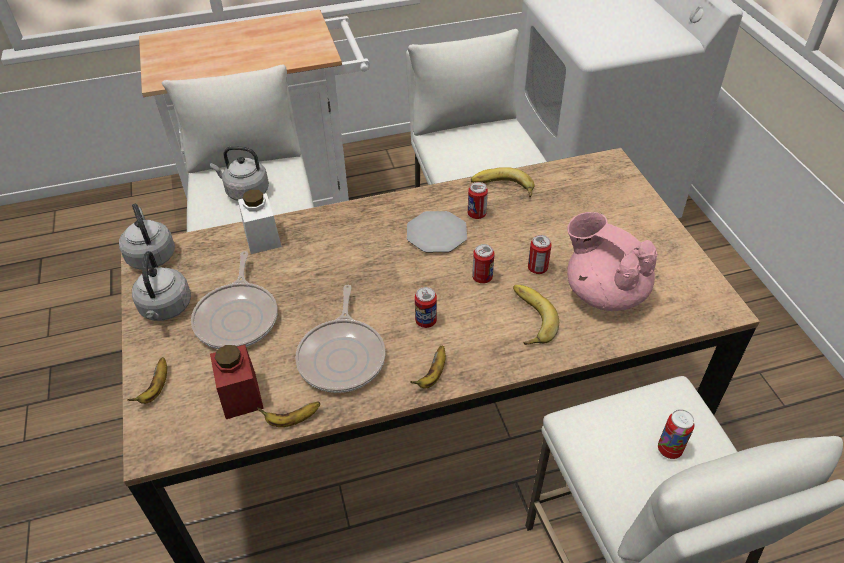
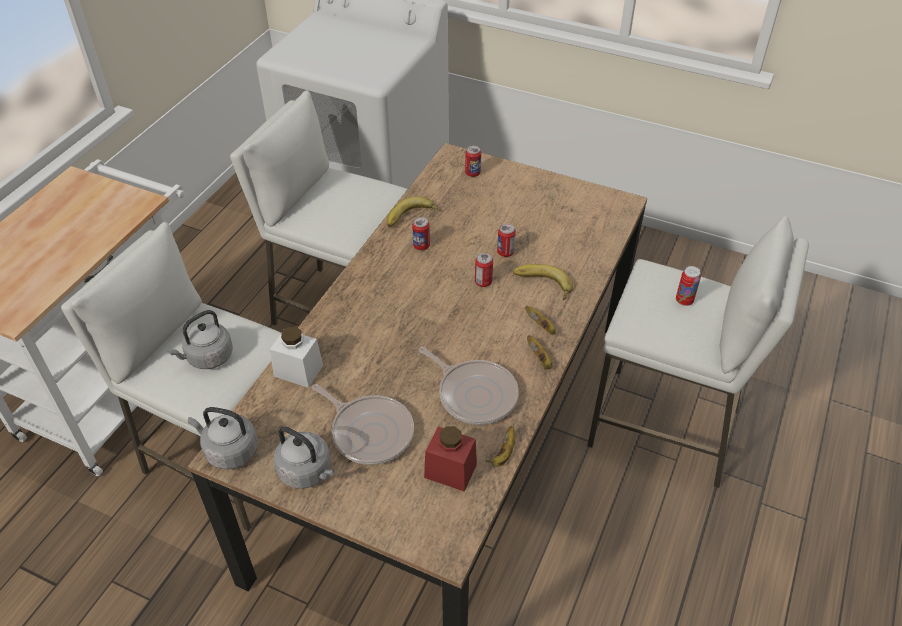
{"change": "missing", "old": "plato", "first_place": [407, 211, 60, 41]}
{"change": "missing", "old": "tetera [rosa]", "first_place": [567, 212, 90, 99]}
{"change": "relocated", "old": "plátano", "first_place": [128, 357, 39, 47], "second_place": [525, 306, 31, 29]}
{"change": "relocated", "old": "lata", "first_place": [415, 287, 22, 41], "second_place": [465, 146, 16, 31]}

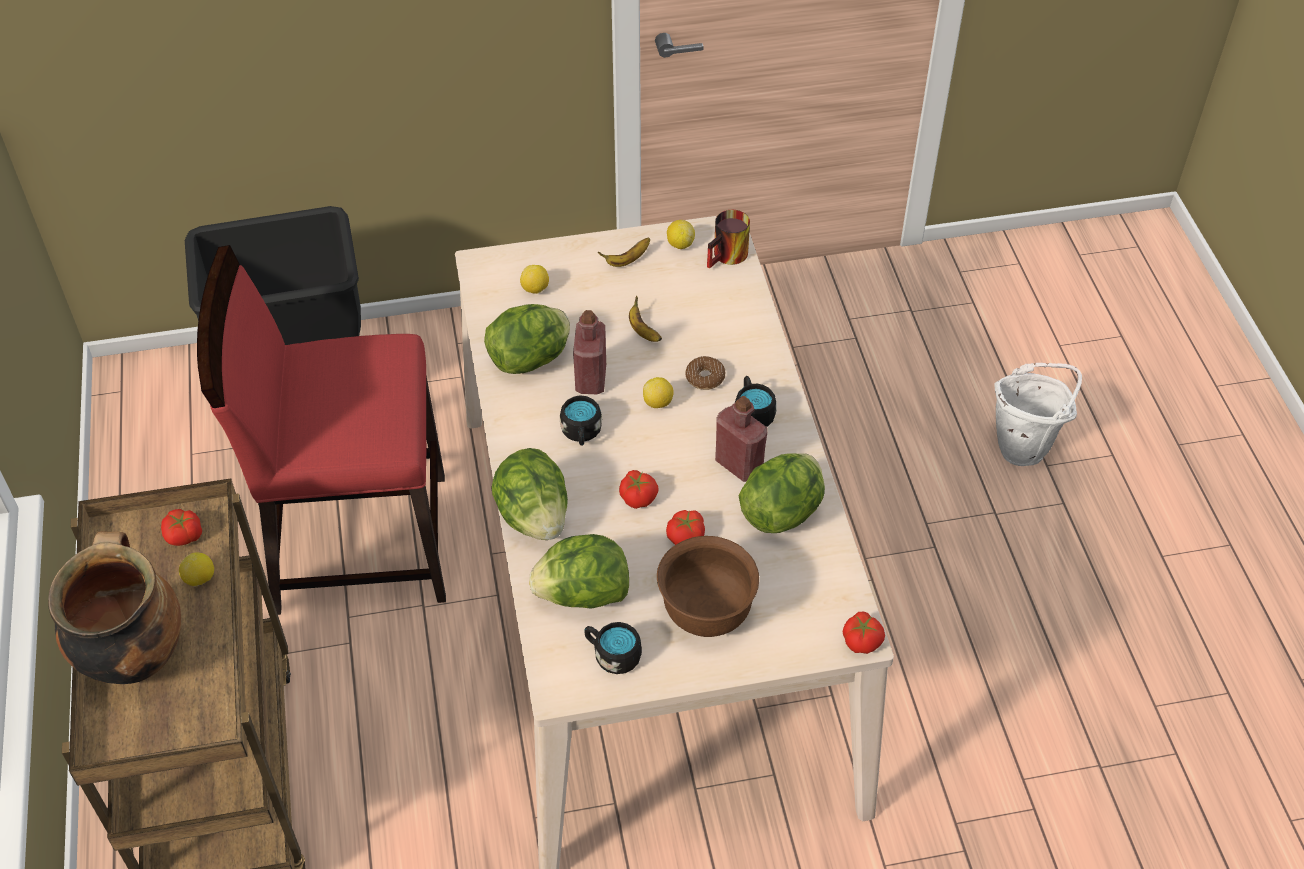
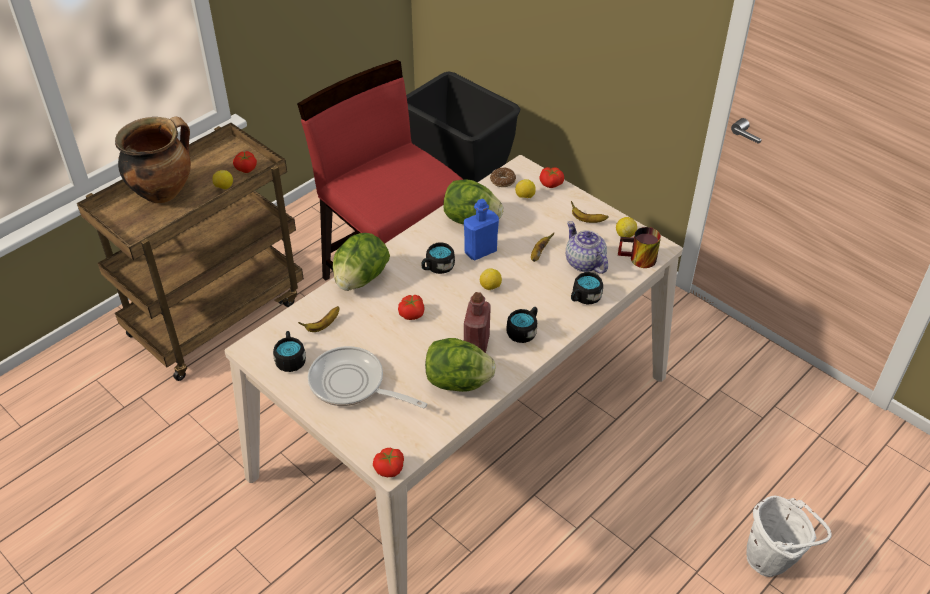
{"change": "appeared", "new": "tetera", "second_place": [566, 221, 42, 53]}
{"change": "appeared", "new": "taza grande [negro]", "second_place": [571, 272, 32, 33]}
{"change": "relocated", "old": "tomate", "first_place": [666, 510, 39, 35], "second_place": [539, 167, 25, 21]}
{"change": "relocated", "old": "rosquilla", "first_place": [685, 356, 40, 34], "second_place": [490, 168, 26, 19]}
{"change": "exchanged", "old": "lechuga", "new": "plátano", "first_place": [529, 534, 100, 75], "second_place": [298, 306, 42, 26]}
{"change": "exchanged", "old": "cuenco [marrón]", "new": "sartén", "first_place": [657, 536, 102, 101], "second_place": [308, 346, 120, 62]}
{"change": "colour", "old": "botella [rojo]", "new": "botella [azul]", "first_place": [573, 310, 33, 84], "second_place": [464, 199, 35, 61]}

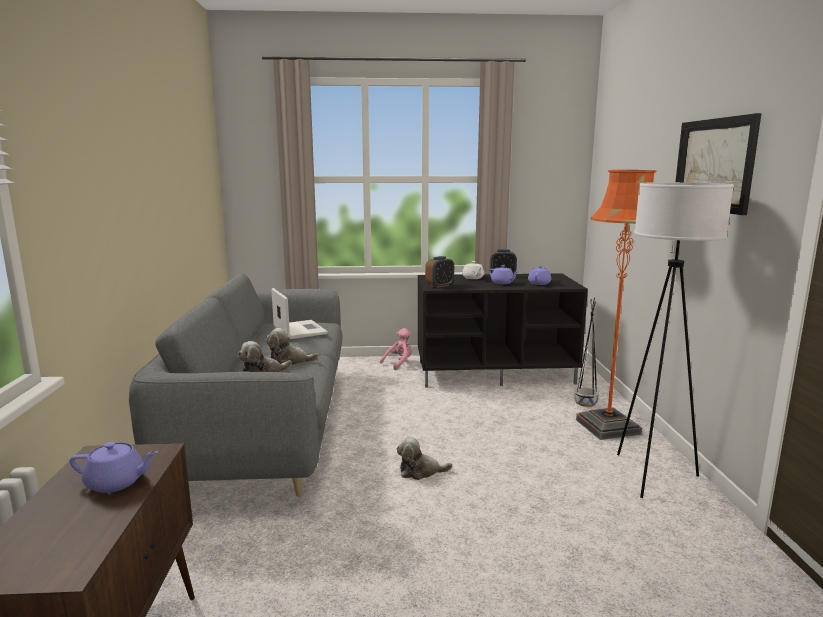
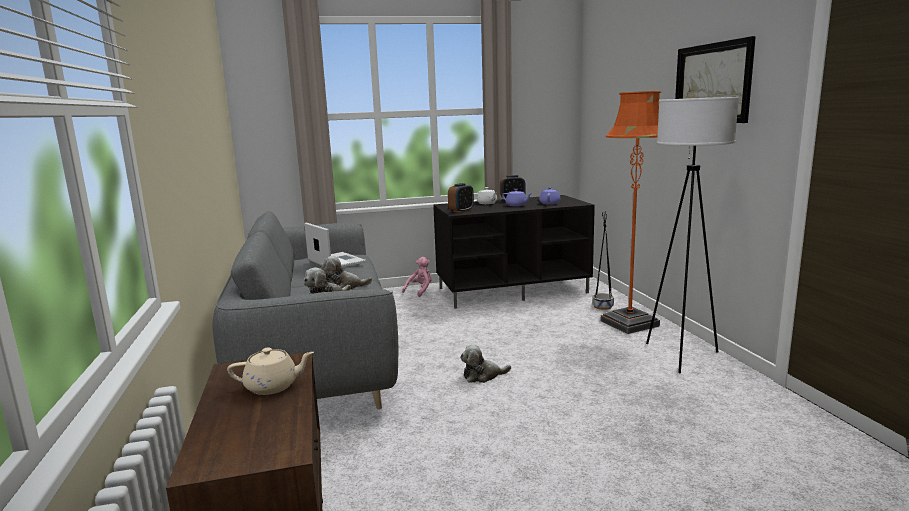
{"change": "colour", "old": "tetera [morado]", "new": "tetera [beis]", "first_place": [70, 442, 88, 51], "second_place": [227, 348, 87, 47]}

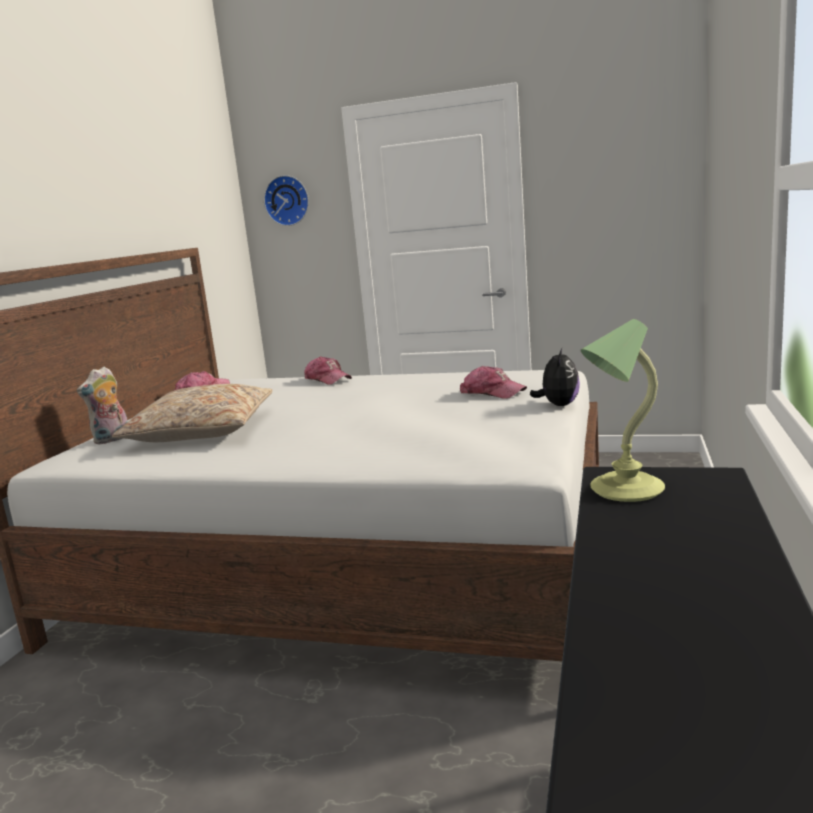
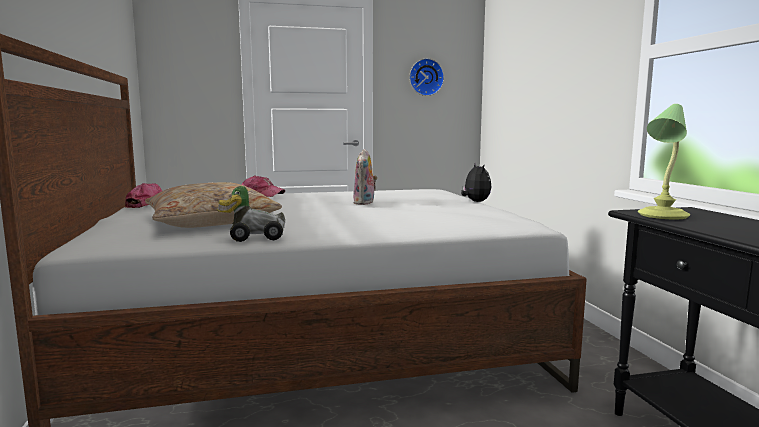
{"change": "missing", "old": "gorra", "first_place": [460, 366, 67, 33]}
{"change": "appeared", "new": "coche de juguete", "second_place": [217, 186, 68, 56]}
{"change": "relocated", "old": "peluche", "first_place": [76, 366, 52, 78], "second_place": [353, 149, 24, 56]}
{"change": "relocated", "old": "reloj de pared", "first_place": [264, 175, 45, 51], "second_place": [409, 58, 35, 38]}

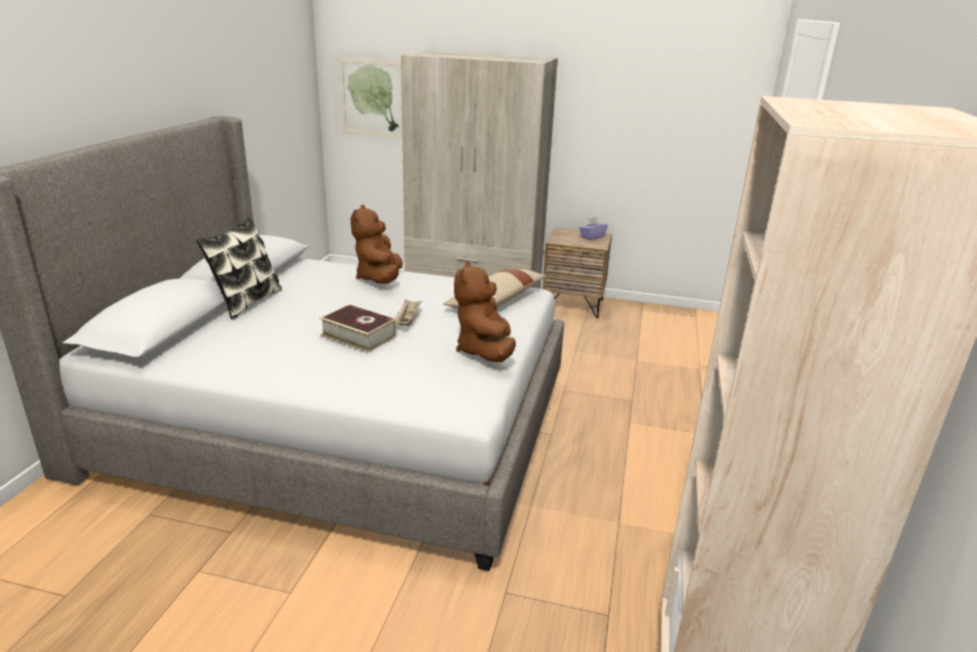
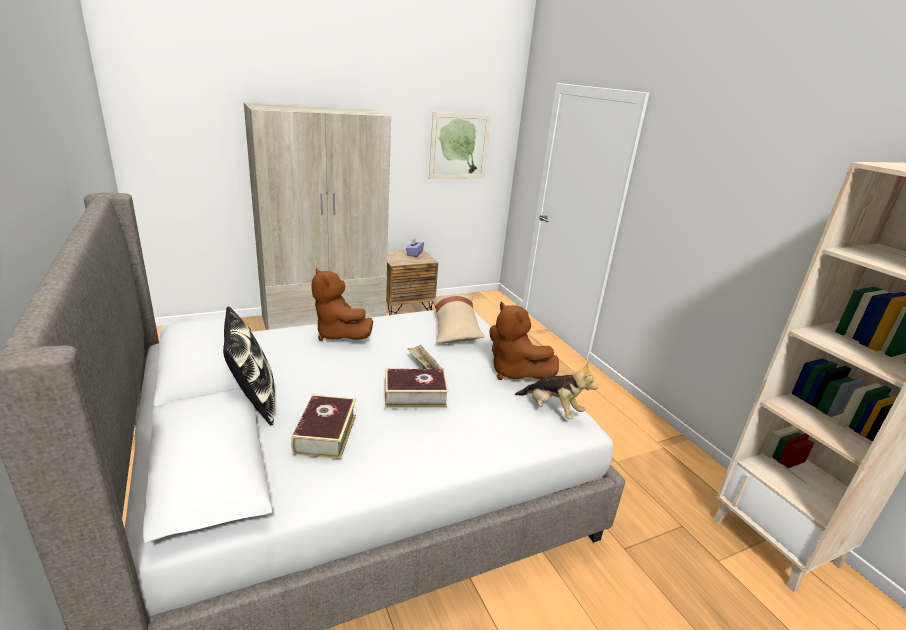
{"change": "appeared", "new": "libro", "second_place": [291, 395, 65, 64]}
{"change": "appeared", "new": "peluche", "second_place": [515, 363, 83, 56]}
{"change": "relocated", "old": "cuadro", "first_place": [337, 57, 65, 82], "second_place": [429, 112, 62, 67]}

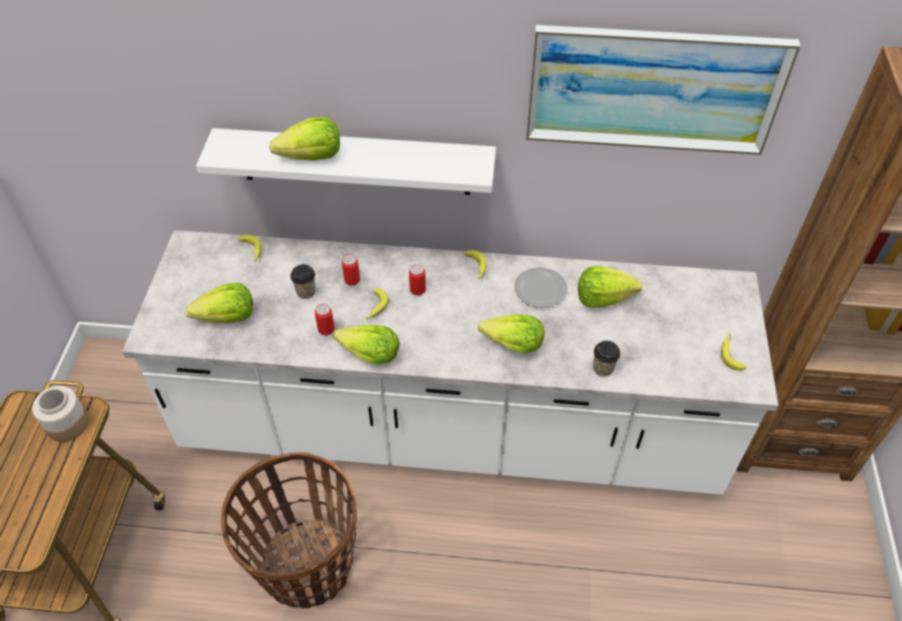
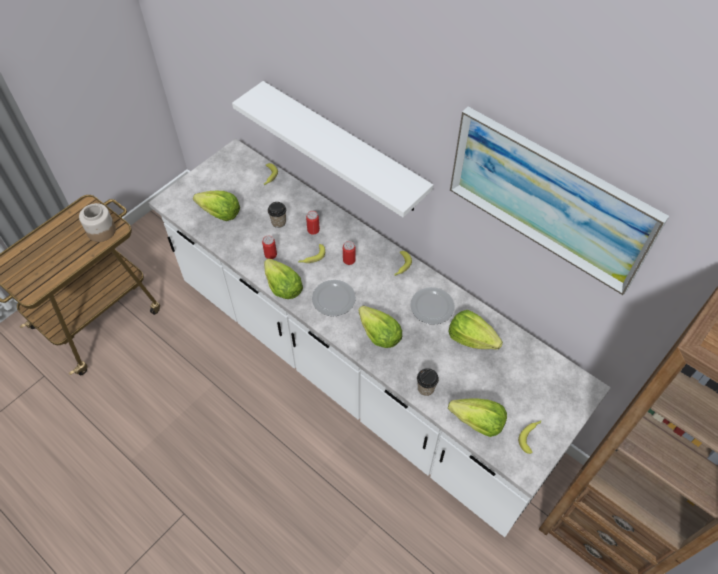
{"change": "missing", "old": "cesta", "first_place": [221, 452, 136, 156]}
{"change": "appeared", "new": "plato", "second_place": [312, 280, 44, 37]}
{"change": "relocated", "old": "lechuga", "first_place": [269, 117, 71, 44], "second_place": [448, 398, 59, 39]}

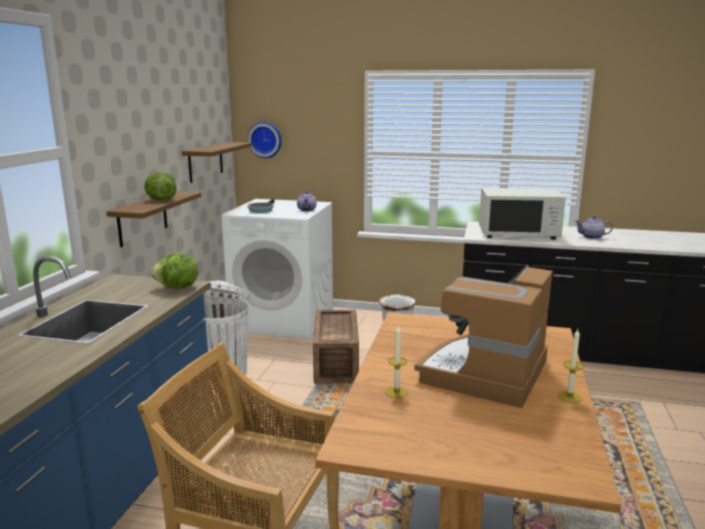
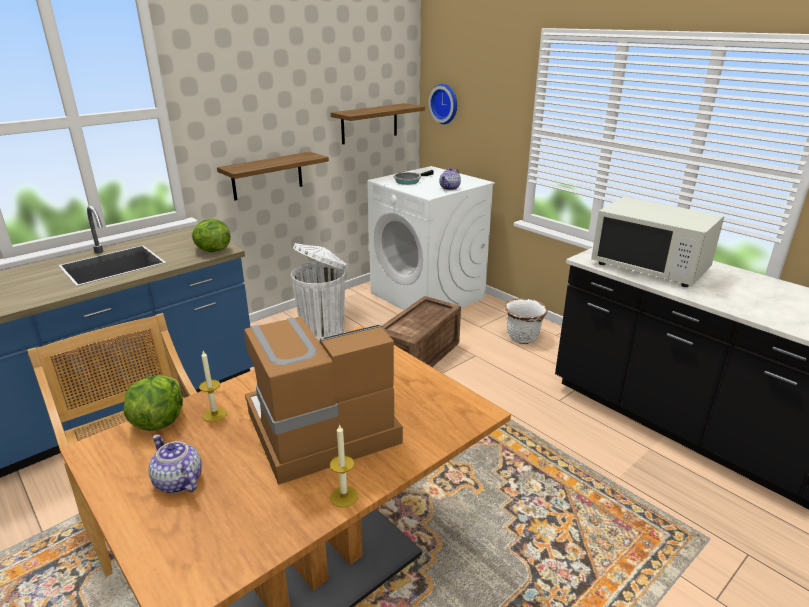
{"change": "relocated", "old": "lechuga", "first_place": [144, 172, 32, 28], "second_place": [124, 375, 59, 56]}
{"change": "relocated", "old": "tetera", "first_place": [575, 216, 38, 23], "second_place": [148, 434, 54, 59]}

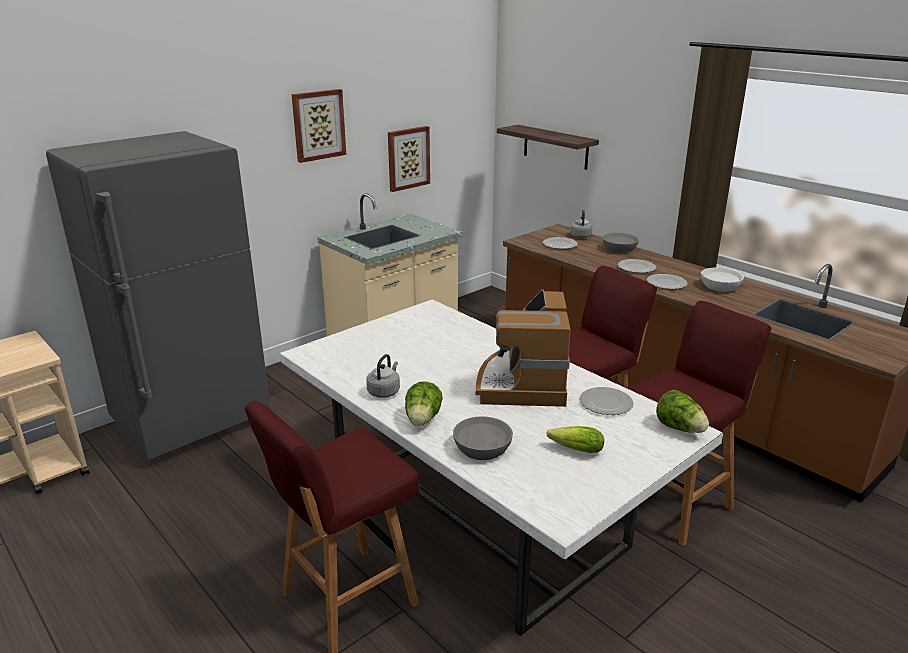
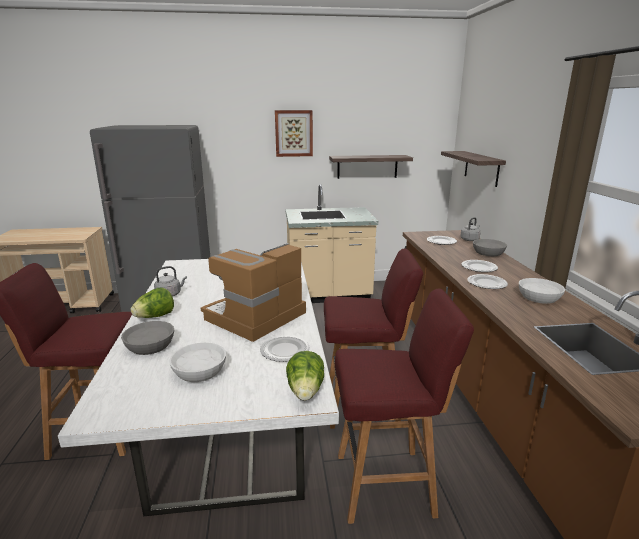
{"change": "exchanged", "old": "cuadro", "new": "estante", "first_place": [388, 126, 42, 66], "second_place": [329, 155, 84, 24]}
{"change": "exchanged", "old": "lechuga", "new": "cuenco [blanco]", "first_place": [546, 426, 58, 27], "second_place": [169, 343, 57, 39]}

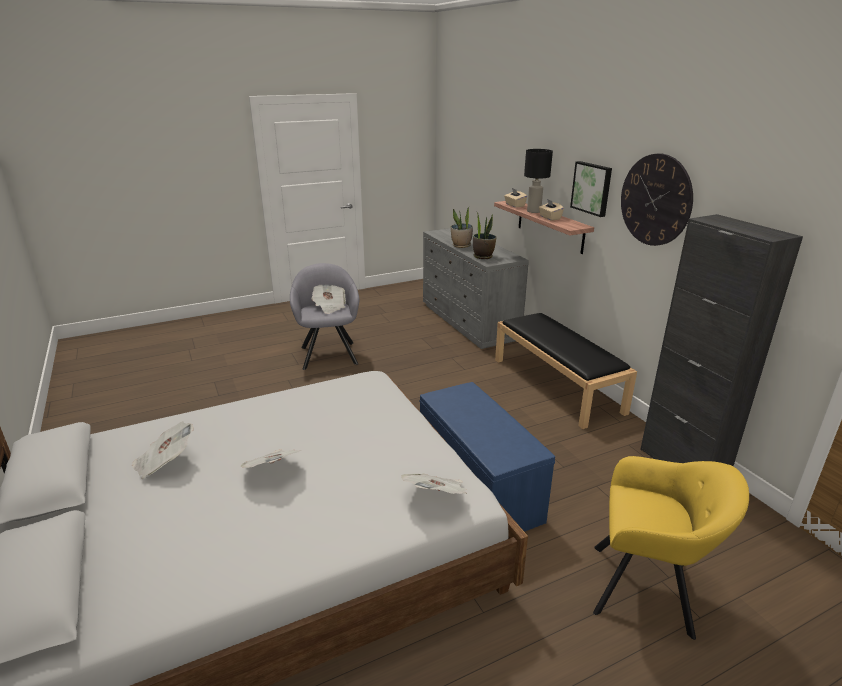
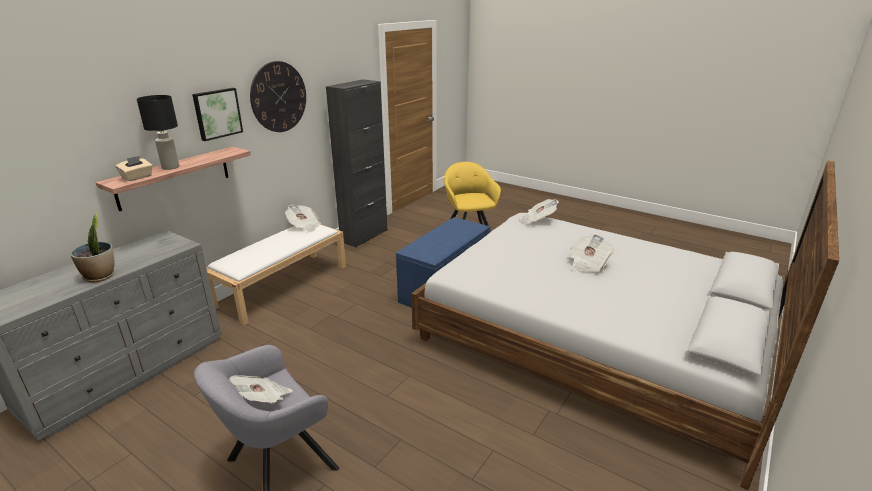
{"change": "missing", "old": "planta en maceta", "first_place": [473, 211, 23, 48]}
{"change": "missing", "old": "caja de pañuelos [beis]", "first_place": [539, 199, 25, 21]}
{"change": "relocated", "old": "periódico", "first_place": [132, 421, 62, 58], "second_place": [285, 204, 36, 28]}
{"change": "colour", "old": "banco [negro]", "new": "banco [blanco]", "first_place": [495, 313, 142, 116], "second_place": [206, 224, 140, 102]}

